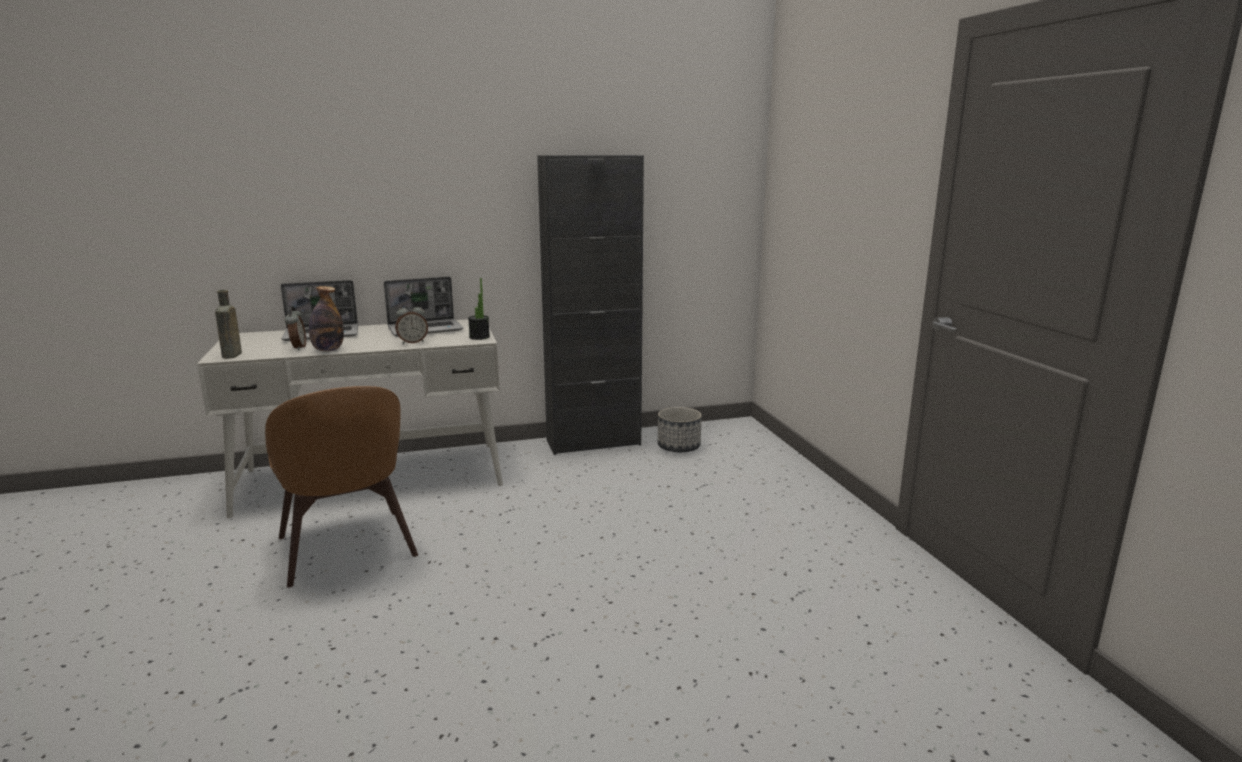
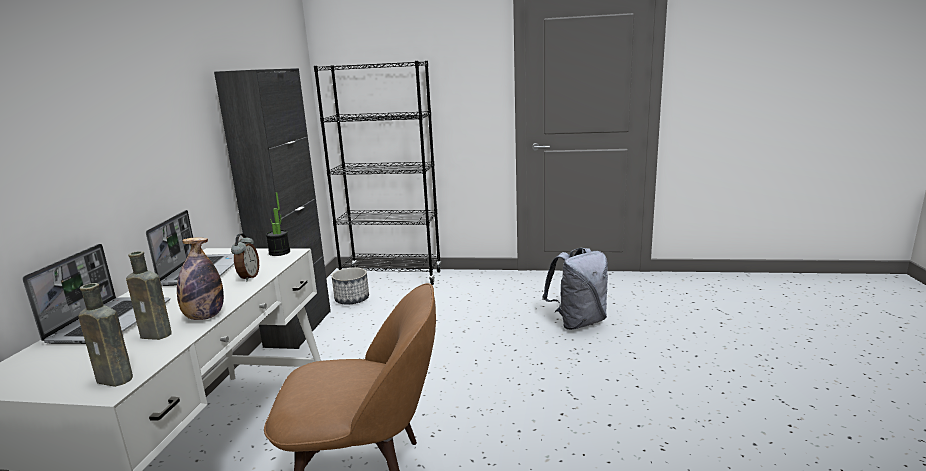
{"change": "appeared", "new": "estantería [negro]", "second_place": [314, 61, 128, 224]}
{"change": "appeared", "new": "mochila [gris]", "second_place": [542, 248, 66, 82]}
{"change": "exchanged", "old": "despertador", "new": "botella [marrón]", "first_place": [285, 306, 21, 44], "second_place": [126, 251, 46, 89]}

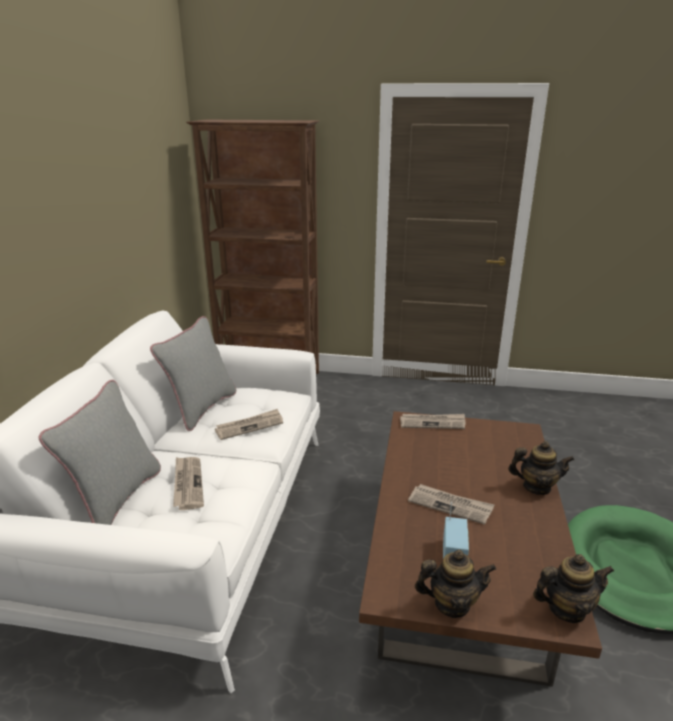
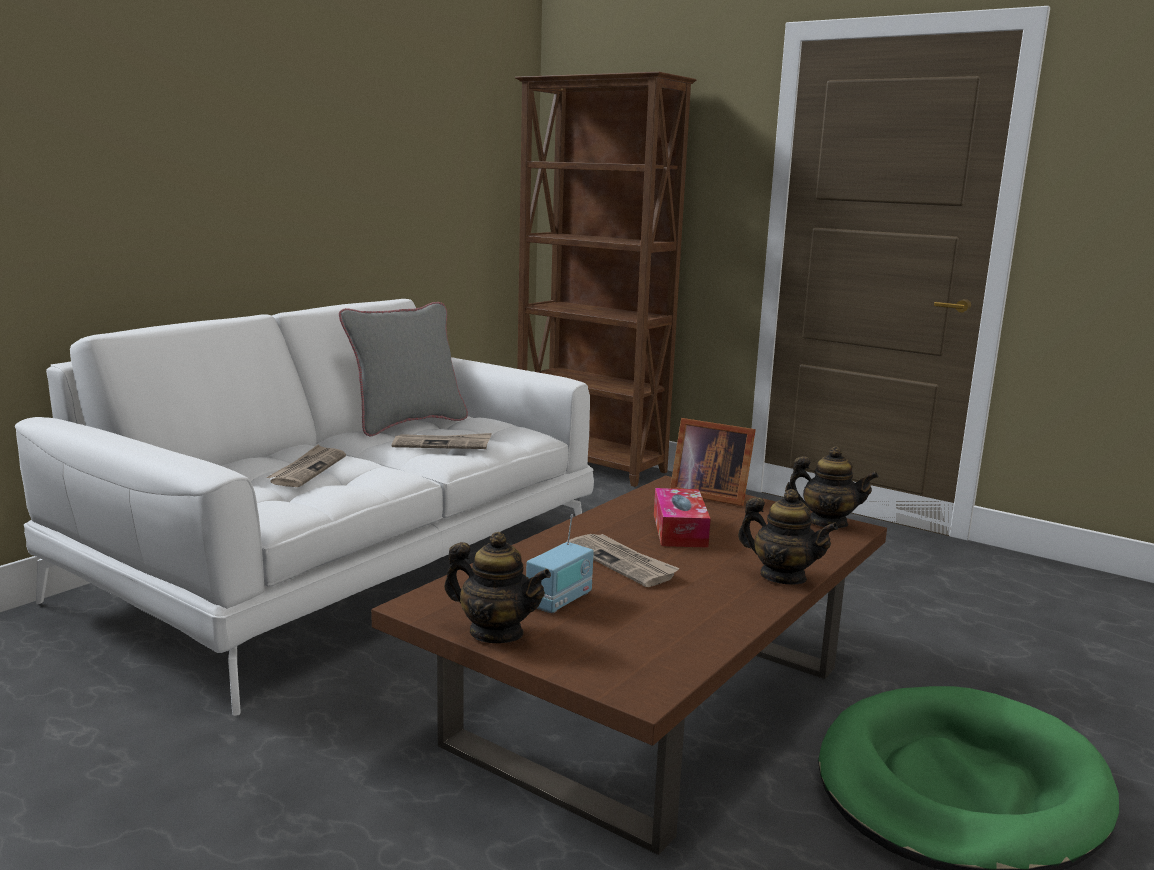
{"change": "missing", "old": "cojín [gris]", "first_place": [39, 380, 122, 145]}
{"change": "appeared", "new": "caja de pañuelos", "second_place": [654, 488, 57, 60]}
{"change": "relocated", "old": "tetera", "first_place": [533, 554, 81, 69], "second_place": [785, 446, 94, 82]}
{"change": "exchanged", "old": "periódico", "new": "portarretratos", "first_place": [400, 414, 65, 15], "second_place": [670, 418, 86, 88]}

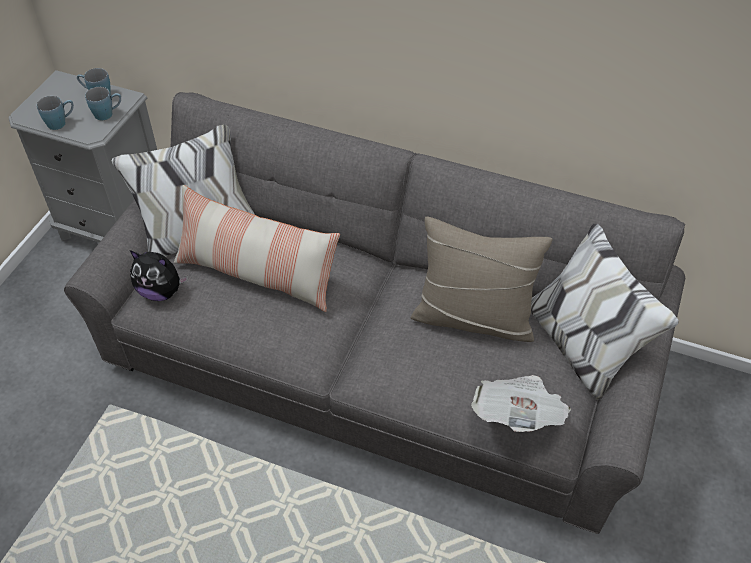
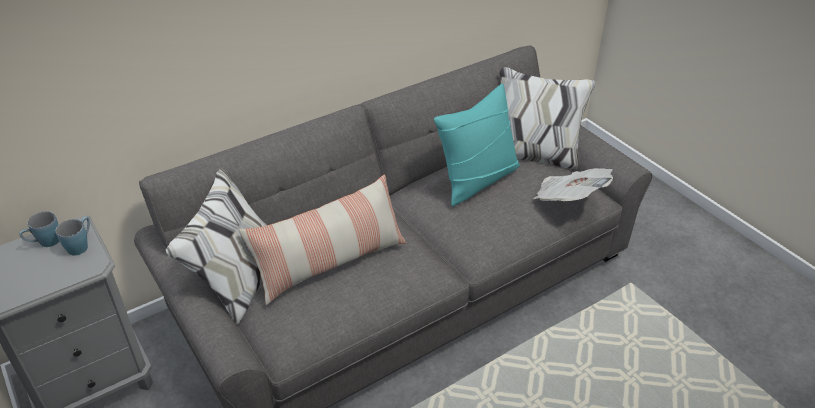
{"change": "missing", "old": "taza grande [azul]", "first_place": [37, 96, 37, 34]}
{"change": "missing", "old": "peluche", "first_place": [130, 250, 58, 51]}
{"change": "colour", "old": "cojín [beis]", "new": "cojín [turquesa]", "first_place": [411, 217, 141, 125], "second_place": [434, 84, 86, 122]}

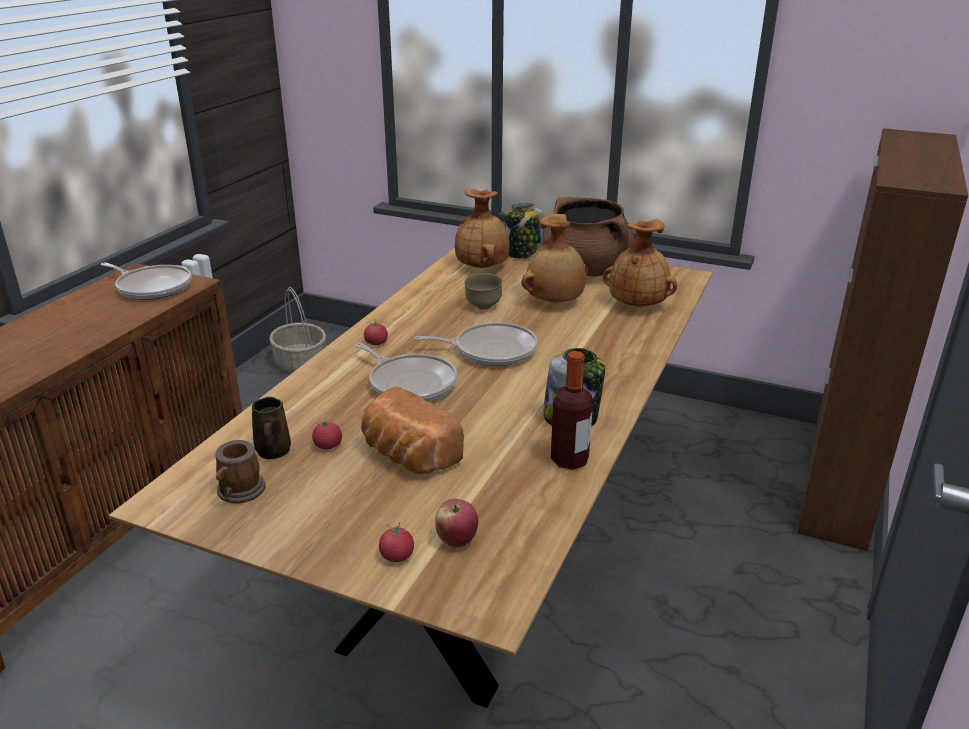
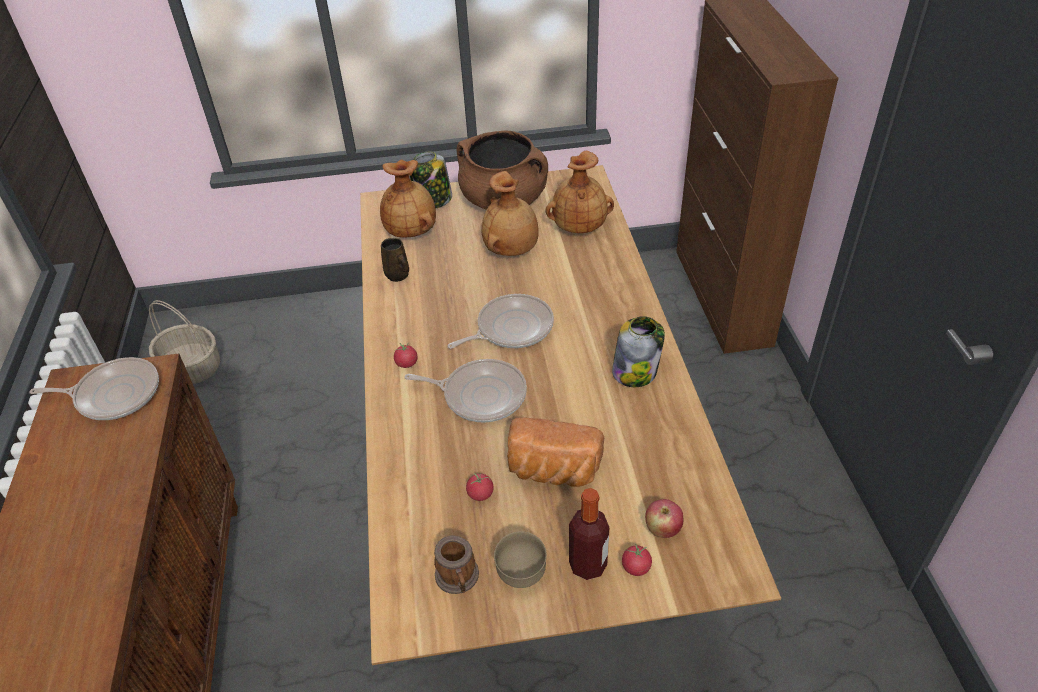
{"change": "relocated", "old": "taza grande [marrón]", "first_place": [252, 397, 39, 62], "second_place": [381, 238, 28, 44]}
{"change": "relocated", "old": "cuenco [marrón]", "first_place": [464, 273, 38, 37], "second_place": [494, 531, 53, 57]}
{"change": "relocated", "old": "botella", "first_place": [551, 351, 42, 119], "second_place": [569, 488, 41, 92]}

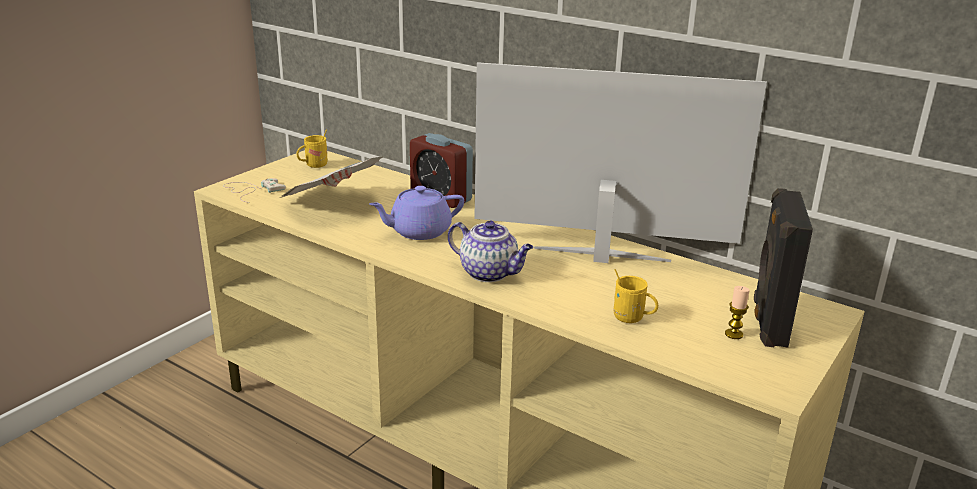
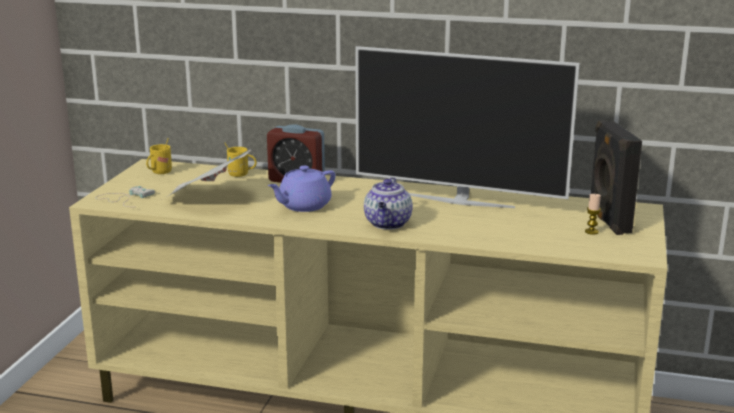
{"change": "relocated", "old": "taza grande [amarillo]", "first_place": [614, 269, 44, 54], "second_place": [225, 143, 32, 34]}
{"change": "spun", "old": "tetera", "first_place": [448, 221, 86, 61], "second_place": [364, 177, 49, 53], "degrees": 90}
{"change": "spun", "old": "televisor", "first_place": [474, 62, 293, 201], "second_place": [355, 46, 225, 162], "degrees": -150}

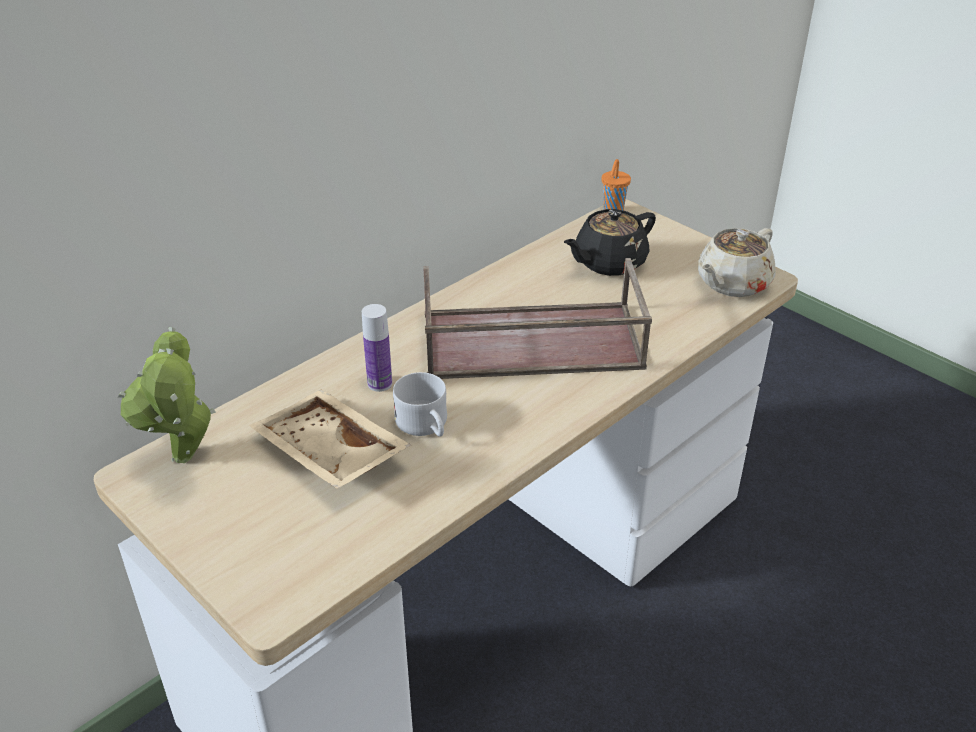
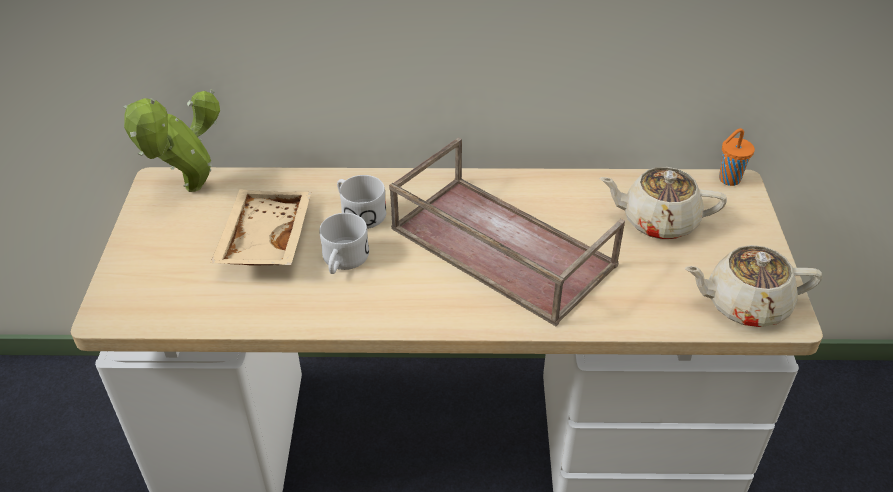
{"change": "exchanged", "old": "botella", "new": "taza grande [blanco]", "first_place": [362, 304, 30, 88], "second_place": [337, 175, 49, 54]}
{"change": "colour", "old": "tetera [negro]", "new": "tetera [beis]", "first_place": [564, 209, 92, 67], "second_place": [599, 167, 128, 72]}

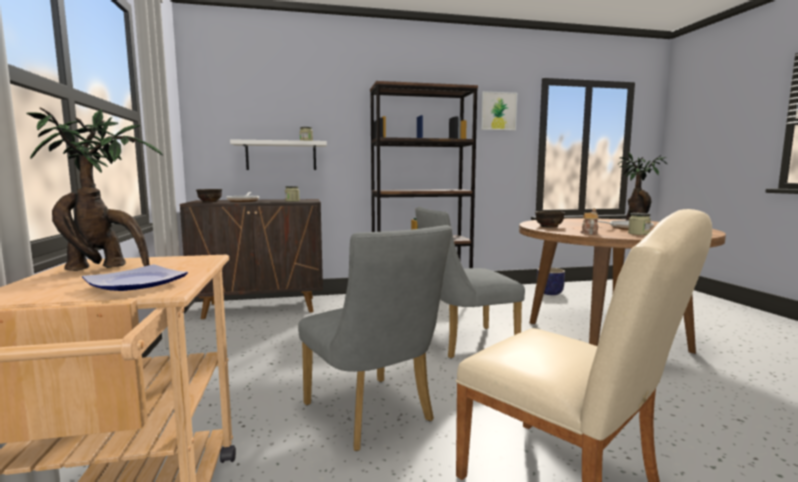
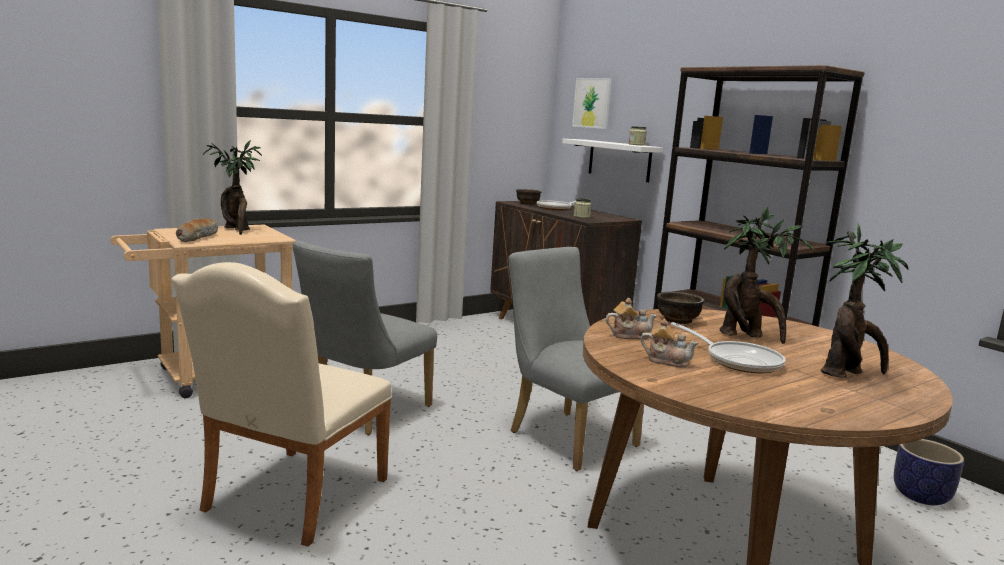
{"change": "appeared", "new": "planta en maceta", "second_place": [720, 206, 95, 138]}
{"change": "relocated", "old": "cuadro", "first_place": [481, 91, 36, 40], "second_place": [572, 78, 40, 51]}
{"change": "exchanged", "old": "plato", "new": "pan", "first_place": [82, 264, 106, 27], "second_place": [176, 218, 42, 24]}
{"change": "exchanged", "old": "tarro", "new": "tetera", "first_place": [628, 213, 23, 22], "second_place": [641, 318, 57, 50]}

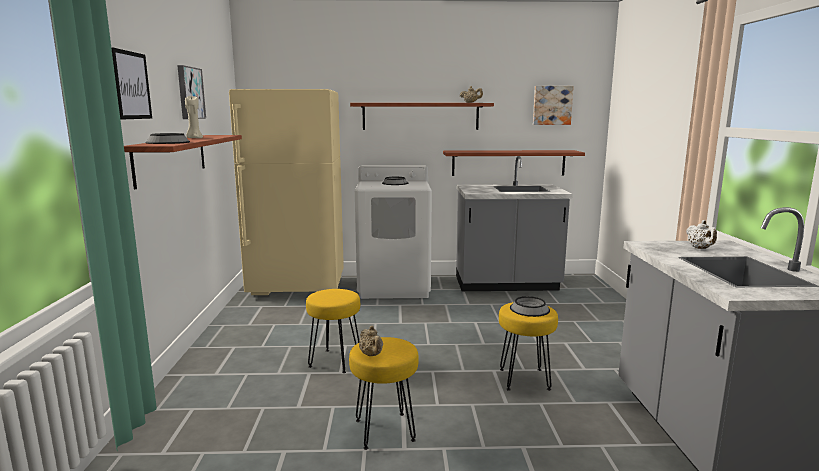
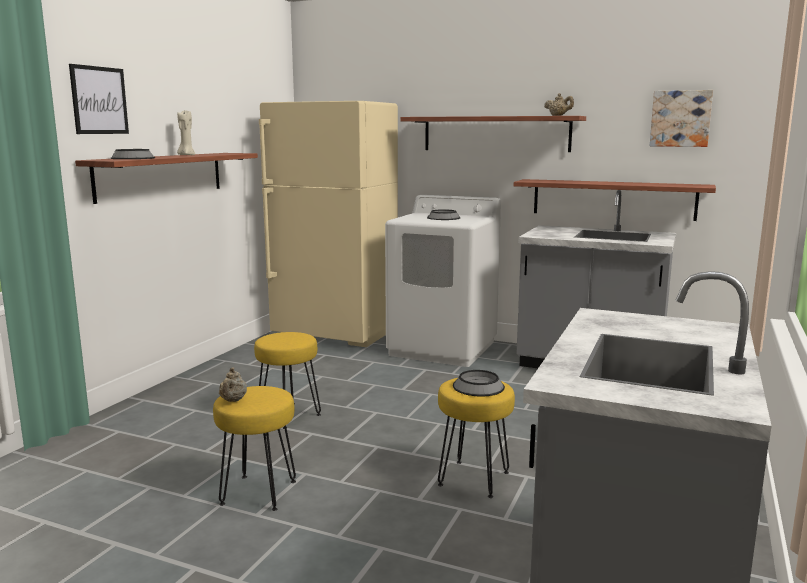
{"change": "missing", "old": "cuadro", "first_place": [177, 65, 29, 54]}
{"change": "missing", "old": "tetera [blanco]", "first_place": [686, 220, 31, 29]}

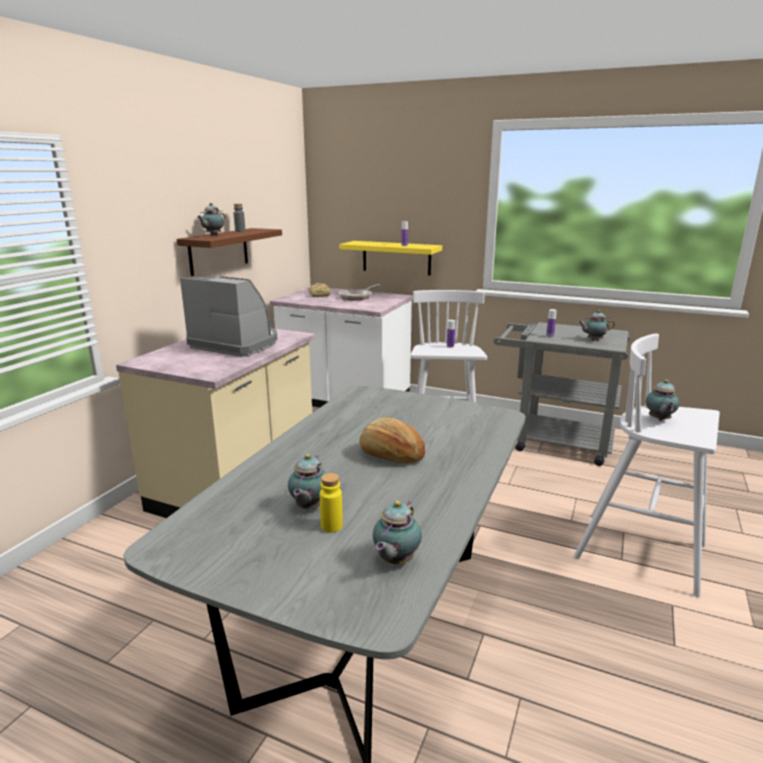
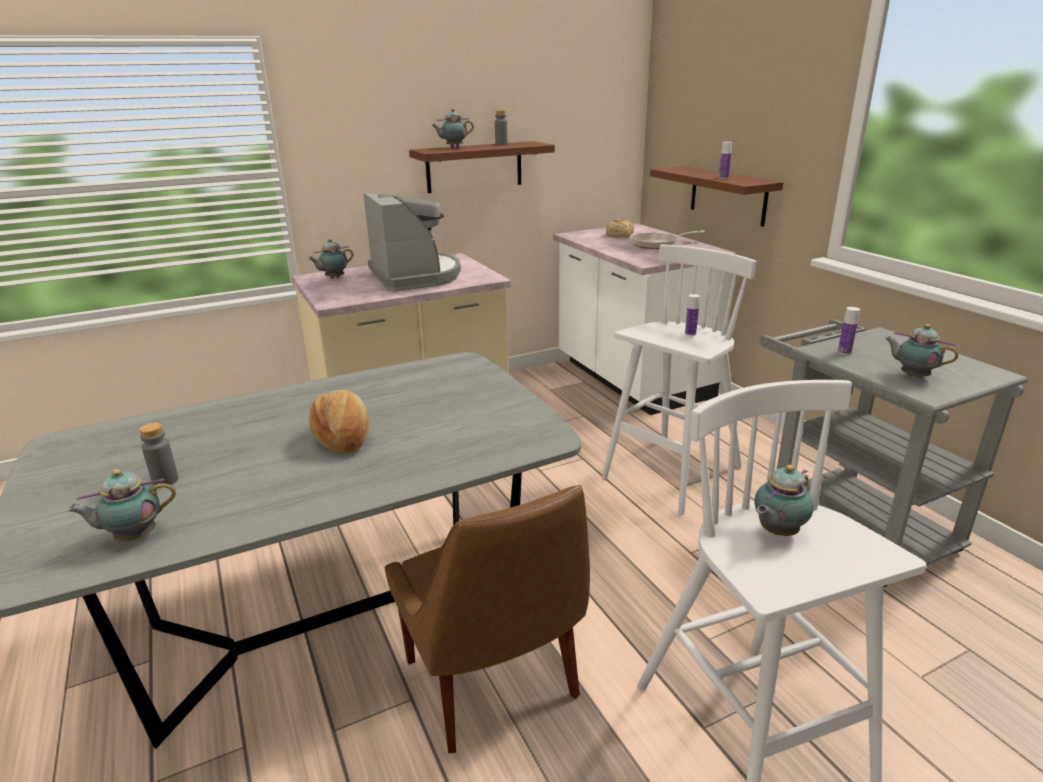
{"change": "appeared", "new": "silla [marrón]", "second_place": [385, 485, 205, 268]}
{"change": "relocated", "old": "tetera", "first_place": [288, 454, 38, 56], "second_place": [308, 239, 45, 40]}
{"change": "colour", "old": "botella [amarillo]", "new": "botella [gris]", "first_place": [320, 473, 23, 59], "second_place": [139, 423, 39, 63]}
{"change": "colour", "old": "estante [amarillo]", "new": "estante [marrón]", "first_place": [339, 241, 103, 34], "second_place": [650, 166, 133, 61]}

